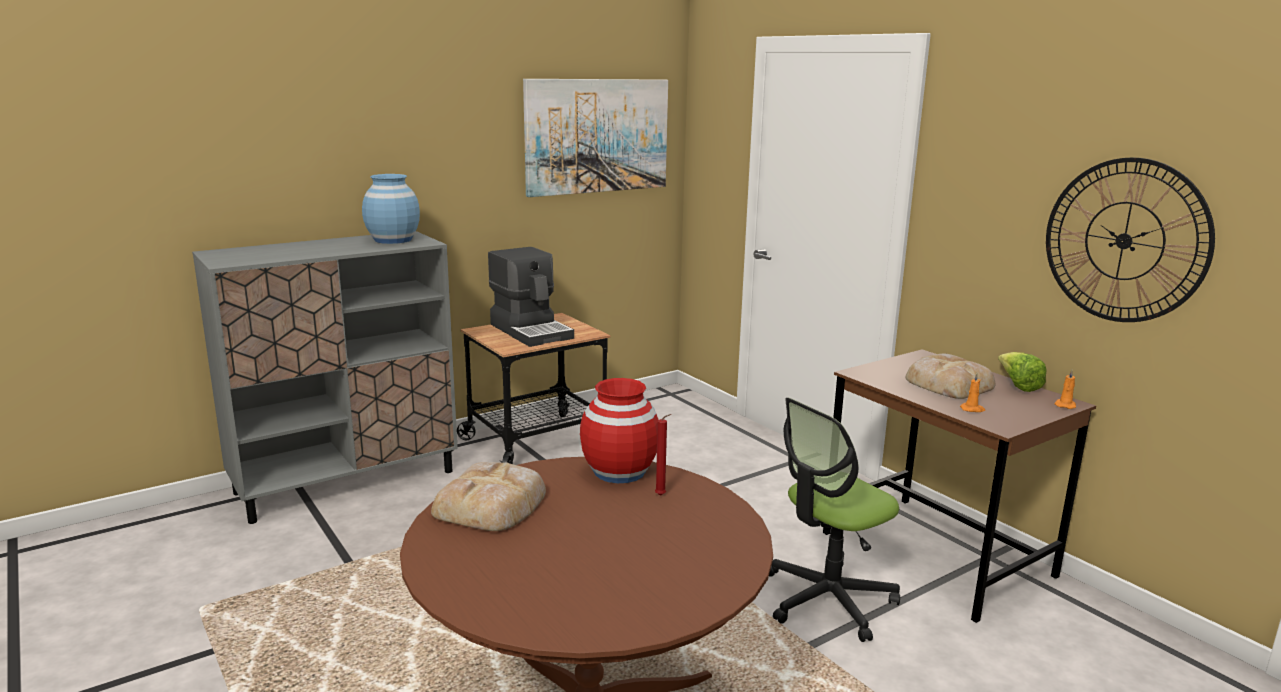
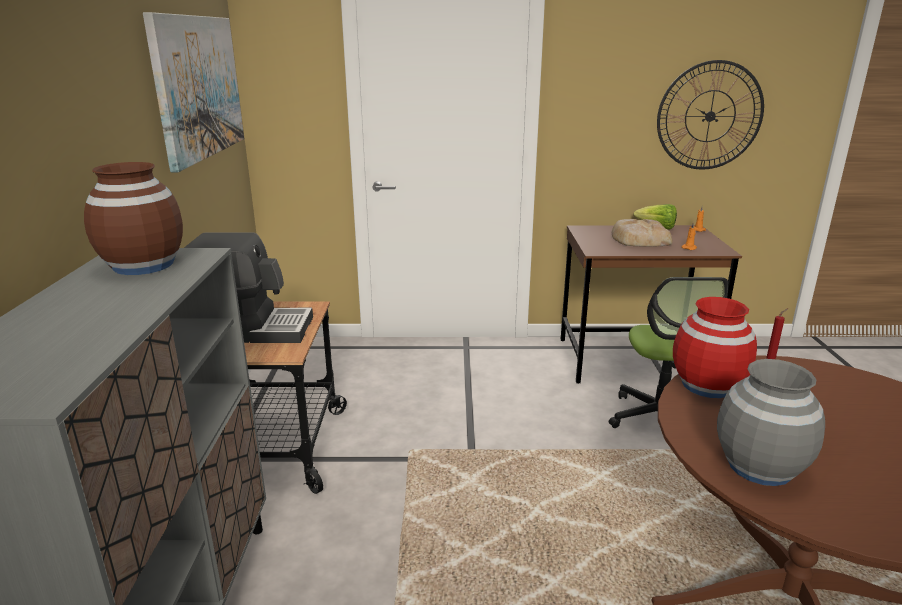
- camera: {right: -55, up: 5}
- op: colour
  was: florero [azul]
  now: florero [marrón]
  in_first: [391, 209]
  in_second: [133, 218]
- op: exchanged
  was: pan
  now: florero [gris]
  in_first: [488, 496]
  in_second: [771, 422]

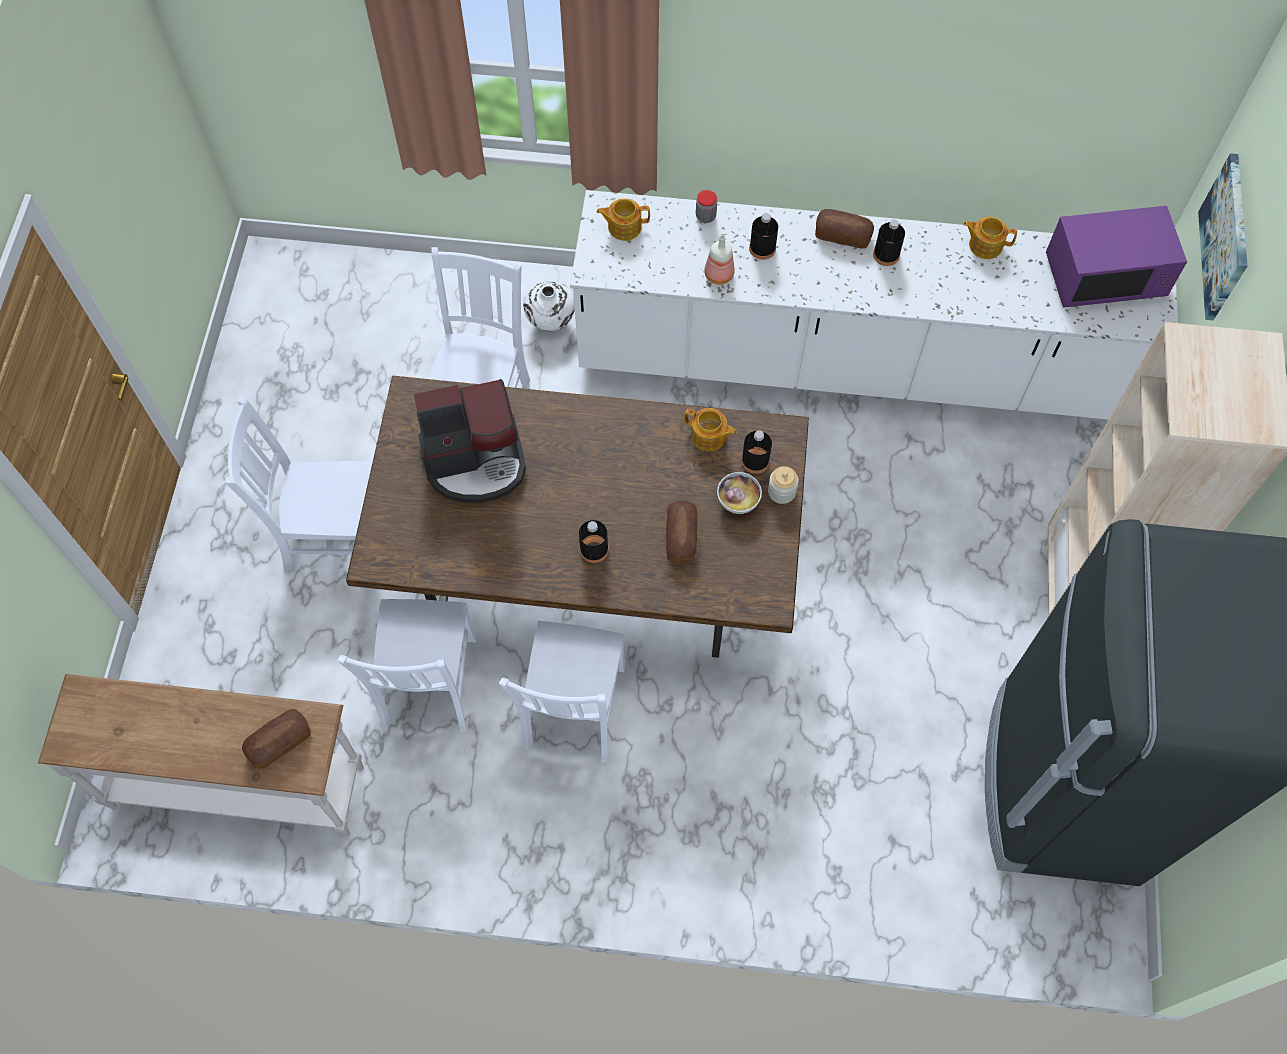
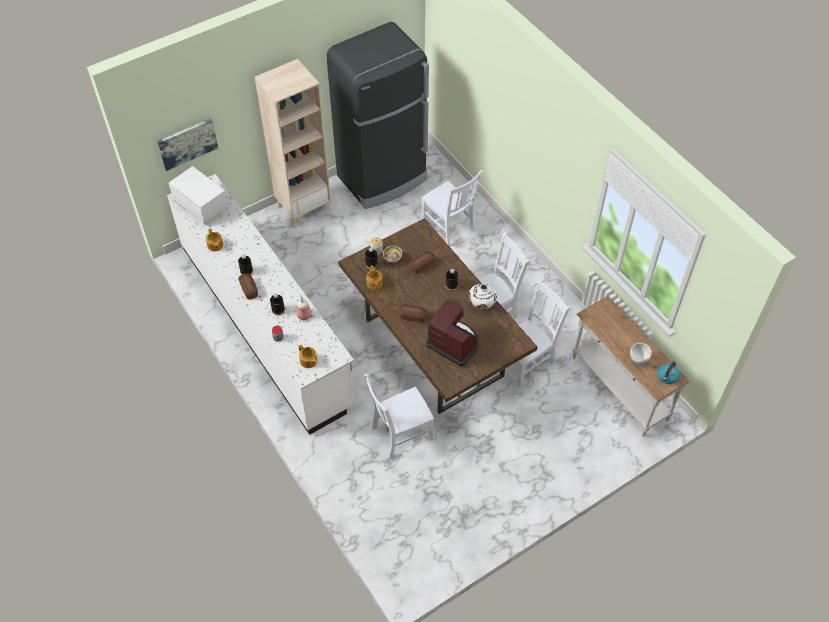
- camera: {right: -130, up: -10}
- op: colour
  was: microondas [morado]
  now: microondas [blanco]
  in_first: [1116, 257]
  in_second: [199, 195]
- op: relocated
  was: pan
  in_first: [276, 739]
  in_second: [412, 313]
- op: relocated
  was: silla [blanco]
  in_first: [299, 483]
  in_second: [452, 208]
- op: relocated
  was: florero [blanco]
  in_first: [549, 306]
  in_second: [483, 296]
- op: appeared
  now: cuenco [blanco]
  in_second: [641, 353]
- op: appeared
  now: hervidor
  in_second: [668, 373]

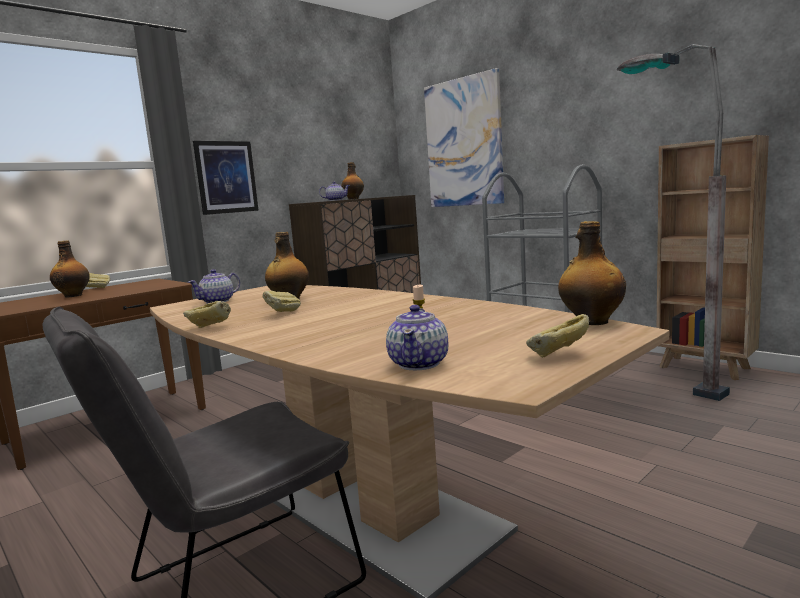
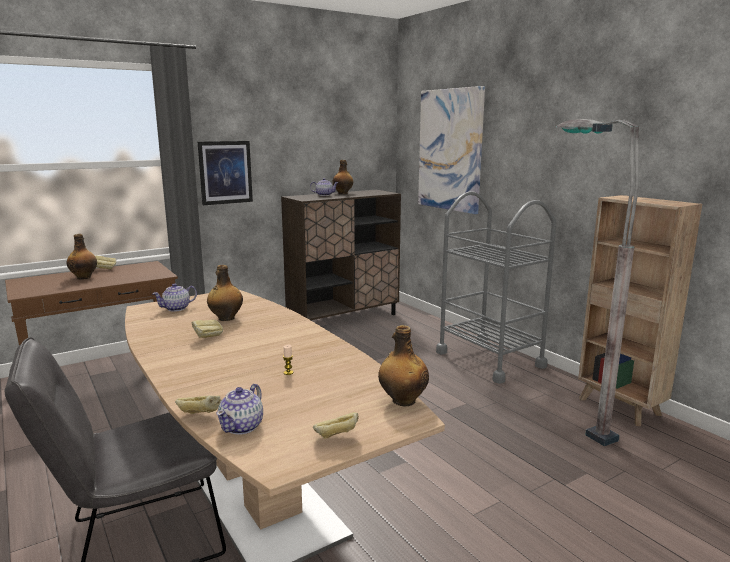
- camera: {right: 10, up: 5}
- op: relocated
  was: pan
  in_first: [207, 314]
  in_second: [198, 405]

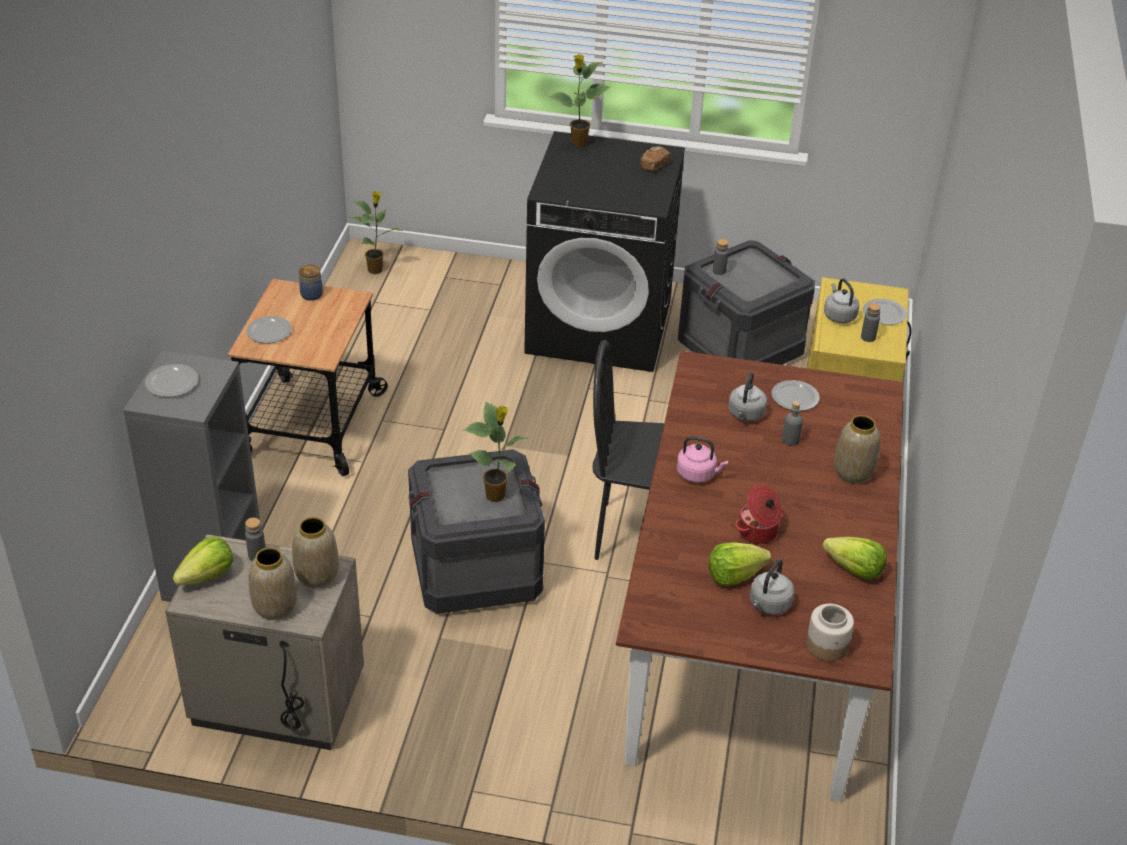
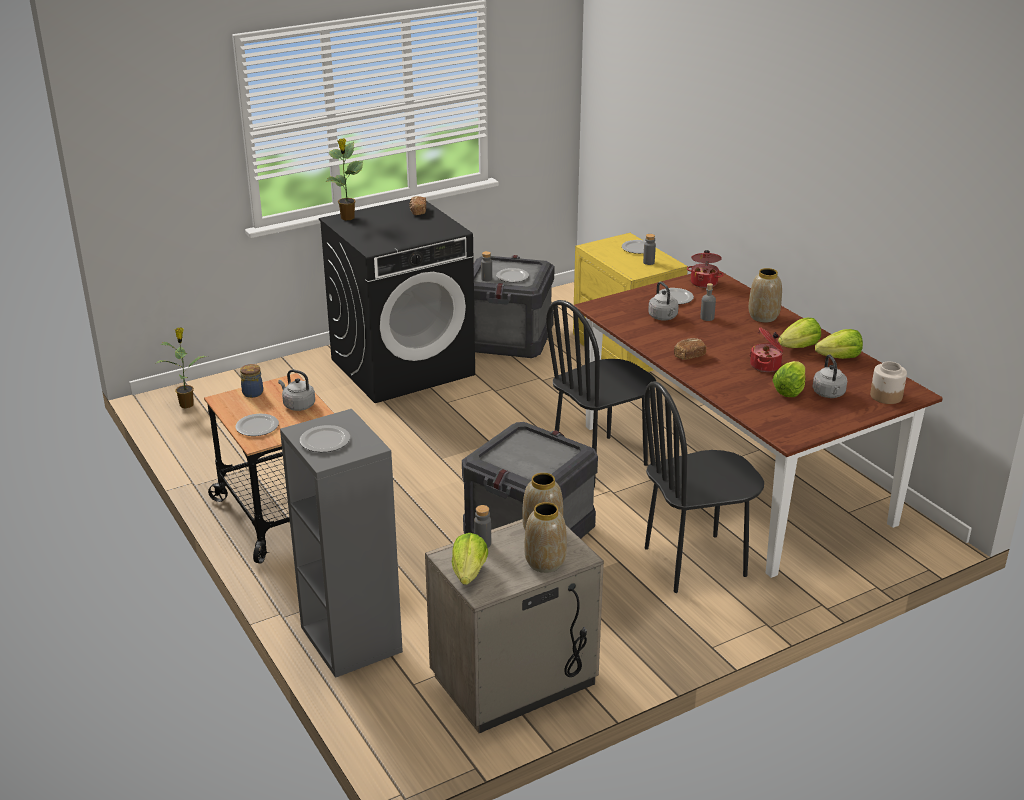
- camera: {right: -40, up: -10}
- op: relocated
  was: hervidor [gris]
  in_first: [841, 301]
  in_second: [296, 390]
- op: appeared
  now: plato
  in_second: [512, 275]
- op: appeared
  now: silla [negro]
  in_second: [704, 487]
- op: exchanged
  was: hervidor [rosa]
  now: pan
  in_first: [702, 459]
  in_second: [690, 349]
- op: appeared
  now: olla
  in_second: [705, 269]
- op: appeared
  now: lechuga
  in_second: [799, 333]
- op: missing
  was: planta en maceta
  in_first: [496, 451]

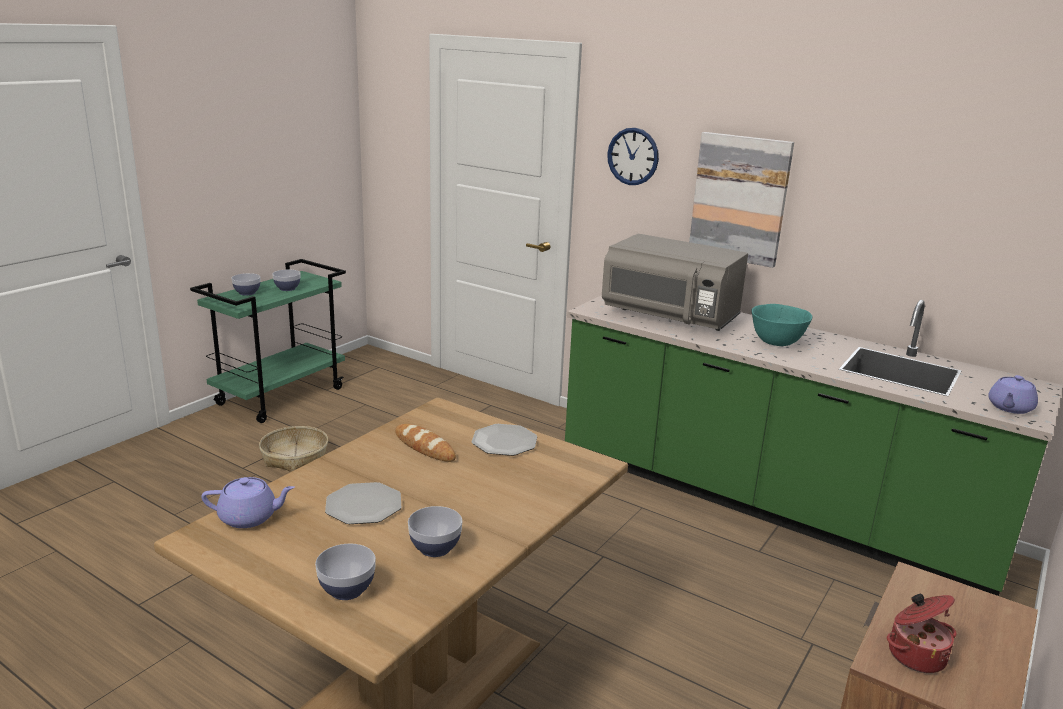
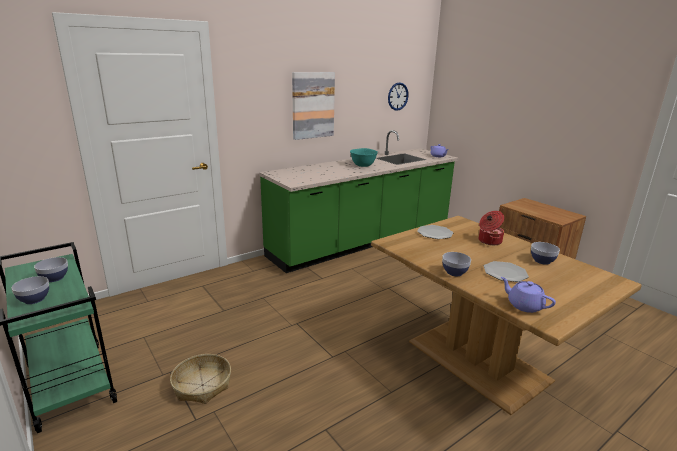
- camera: {right: -70, up: 0}
- op: relocated
  was: reloj de pared
  in_first: [633, 156]
  in_second: [398, 96]
- op: relocated
  was: cuenco
  in_first: [345, 572]
  in_second: [456, 264]
- op: relocated
  was: olla
  in_first: [922, 633]
  in_second: [491, 228]
- op: spun
  was: tetera [morado]
  in_first: [248, 502]
  in_second: [528, 295]
  clockwise: -60
- op: missing
  was: pan
  in_first: [425, 443]
- op: missing
  was: microondas [gris]
  in_first: [675, 282]

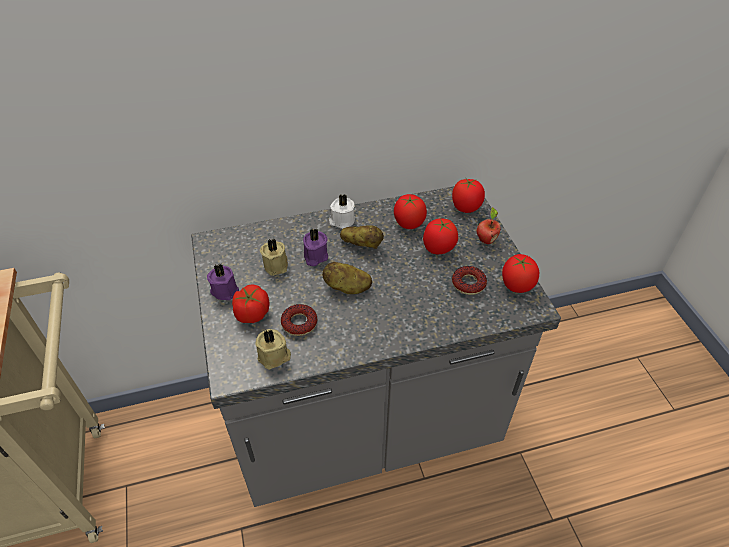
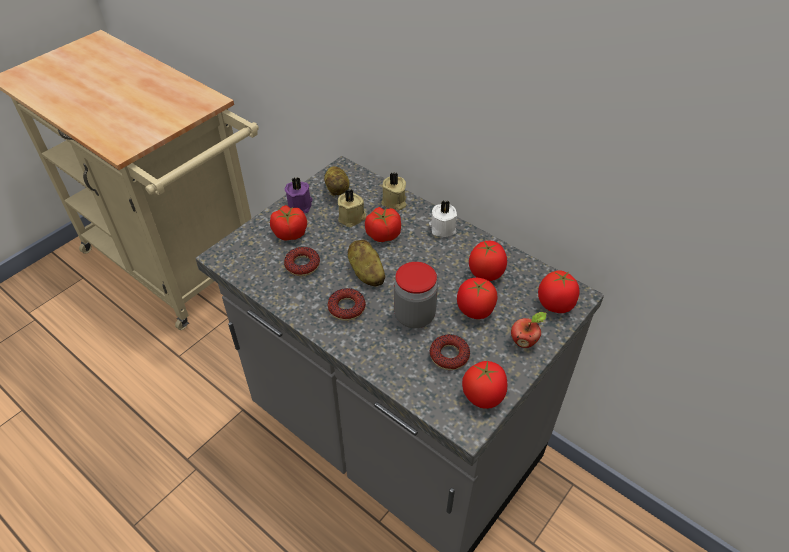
- camera: {right: 55, up: 0}
- op: relocated
  was: patata
  in_first: [362, 237]
  in_second: [336, 181]
- op: appeared
  now: rosquilla
  in_second: [347, 304]
- op: exchanged
  was: vela [morado]
  now: tomate
  in_first: [315, 247]
  in_second: [383, 224]
- op: relocated
  was: vela [beis]
  in_first: [273, 349]
  in_second: [393, 191]
- op: appeared
  now: tarro
  in_second: [416, 295]

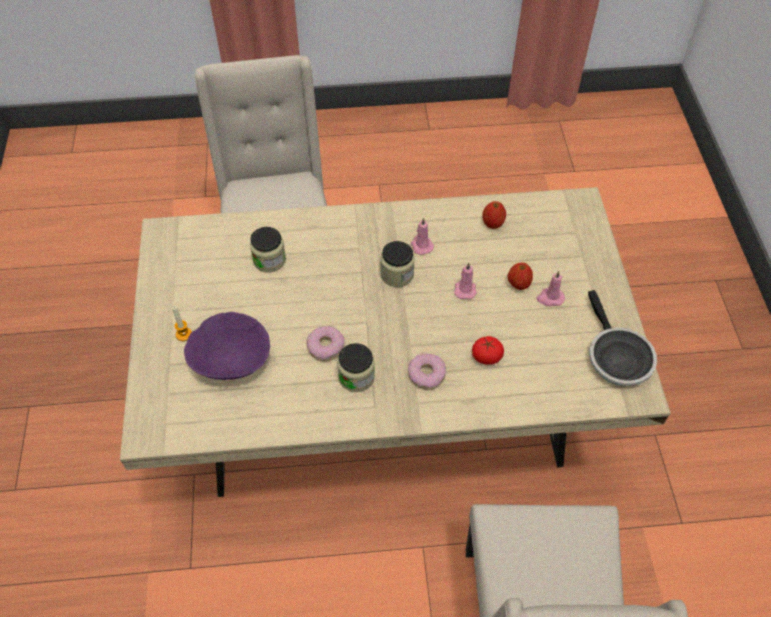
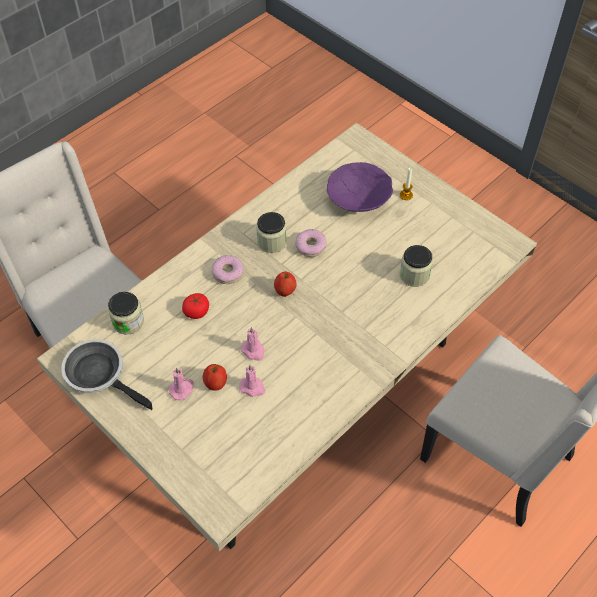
- camera: {right: 140, up: 0}
- op: relocated
  was: tarro
  in_first: [398, 264]
  in_second: [126, 313]
- op: relocated
  was: vela [rosa]
  in_first: [422, 236]
  in_second: [252, 381]
- op: relocated
  was: manzana
  in_first: [494, 215]
  in_second: [285, 284]

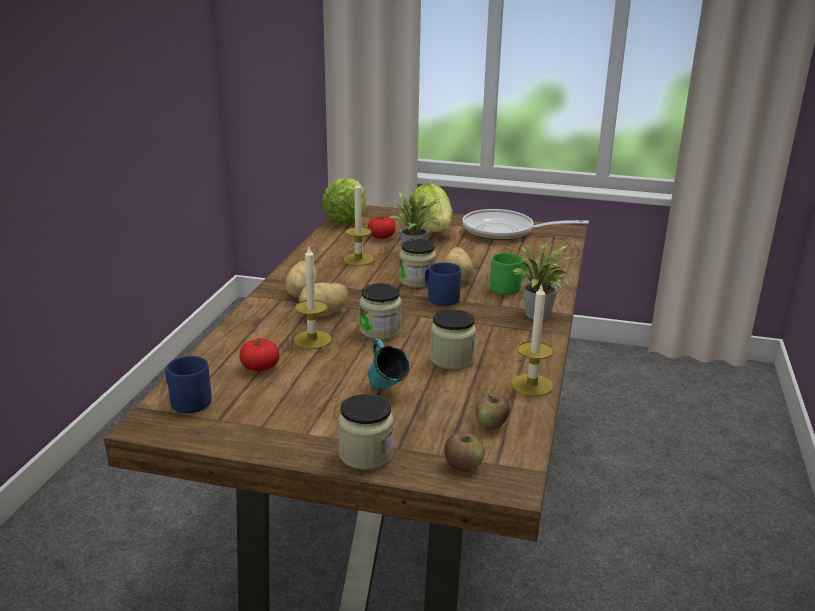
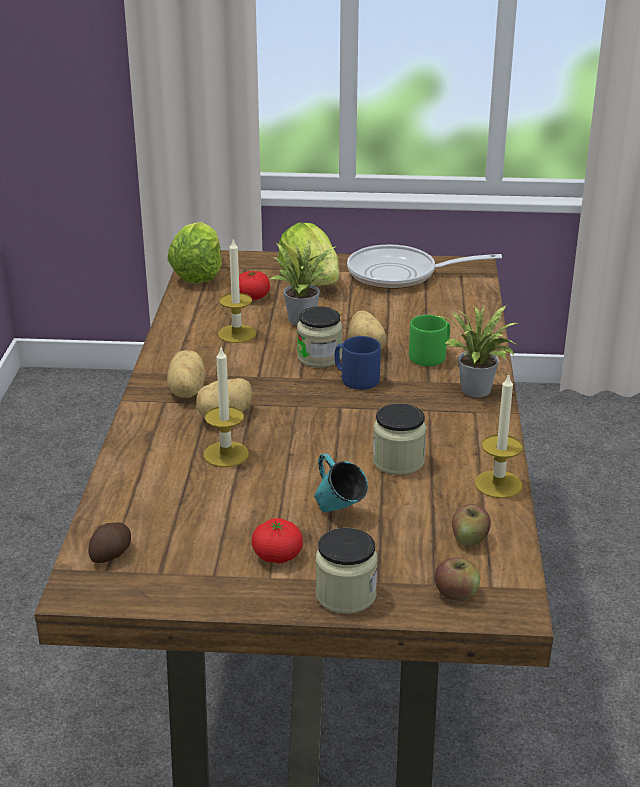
- camera: {right: -10, up: 5}
- op: exchanged
  was: taza grande [azul]
  now: patata
  in_first: [188, 384]
  in_second: [109, 542]
- op: relocated
  was: tomate
  in_first: [259, 355]
  in_second: [277, 541]
- op: missing
  was: tarro
  in_first: [381, 311]

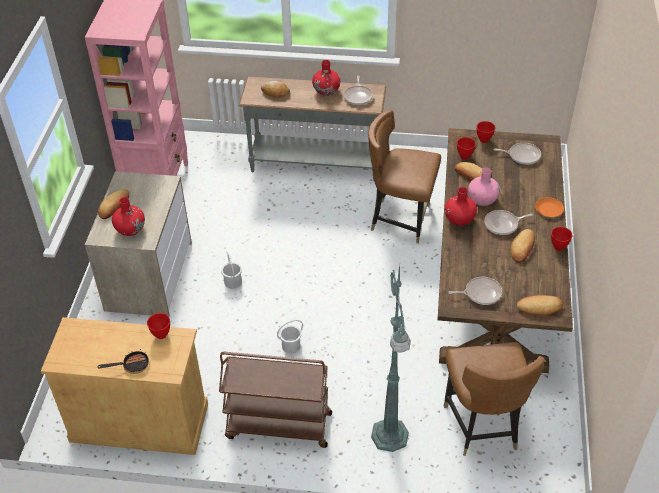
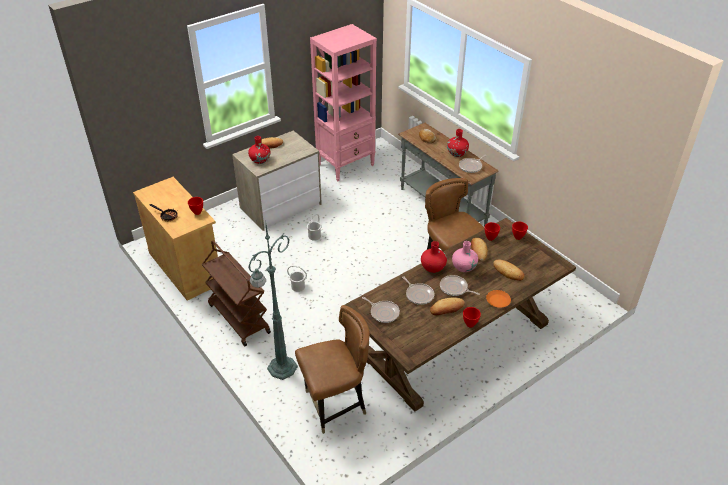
- camera: {right: 45, up: -5}
- op: spun
  was: silla [marrón]
  in_first: [494, 399]
  in_second: [332, 369]
  clockwise: -150
- op: relocated
  was: sartén
  in_first: [517, 154]
  in_second: [418, 290]
- op: relocated
  was: pan
  in_first: [540, 305]
  in_second: [508, 270]

